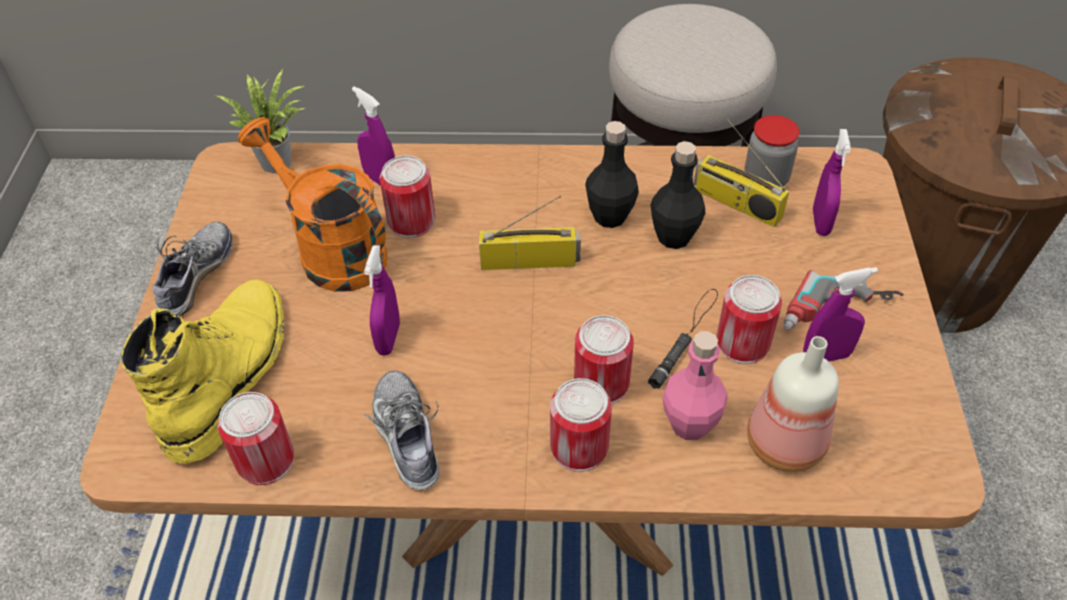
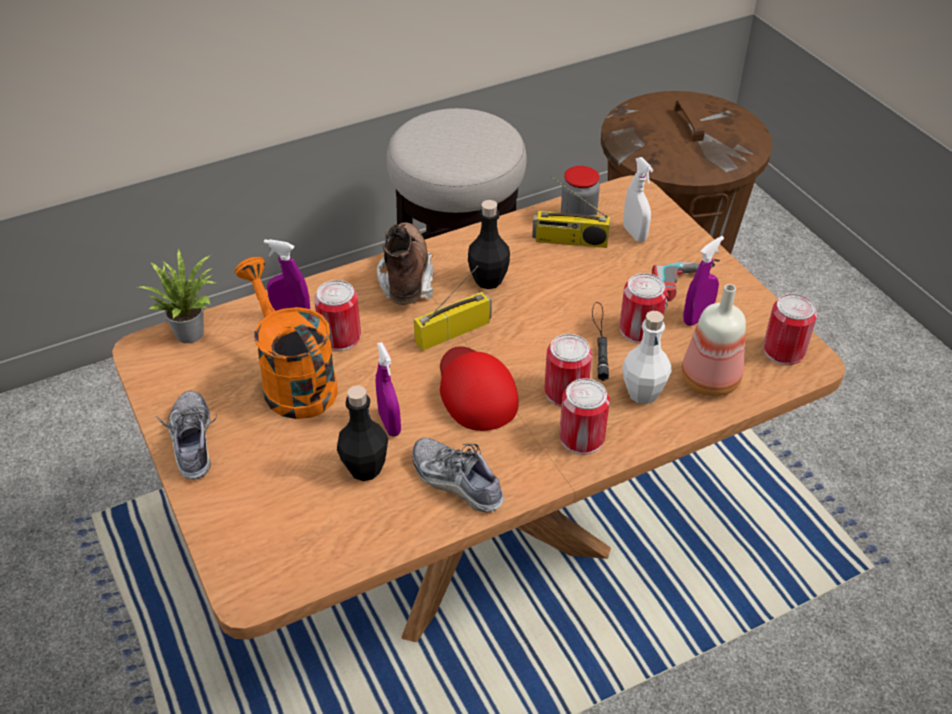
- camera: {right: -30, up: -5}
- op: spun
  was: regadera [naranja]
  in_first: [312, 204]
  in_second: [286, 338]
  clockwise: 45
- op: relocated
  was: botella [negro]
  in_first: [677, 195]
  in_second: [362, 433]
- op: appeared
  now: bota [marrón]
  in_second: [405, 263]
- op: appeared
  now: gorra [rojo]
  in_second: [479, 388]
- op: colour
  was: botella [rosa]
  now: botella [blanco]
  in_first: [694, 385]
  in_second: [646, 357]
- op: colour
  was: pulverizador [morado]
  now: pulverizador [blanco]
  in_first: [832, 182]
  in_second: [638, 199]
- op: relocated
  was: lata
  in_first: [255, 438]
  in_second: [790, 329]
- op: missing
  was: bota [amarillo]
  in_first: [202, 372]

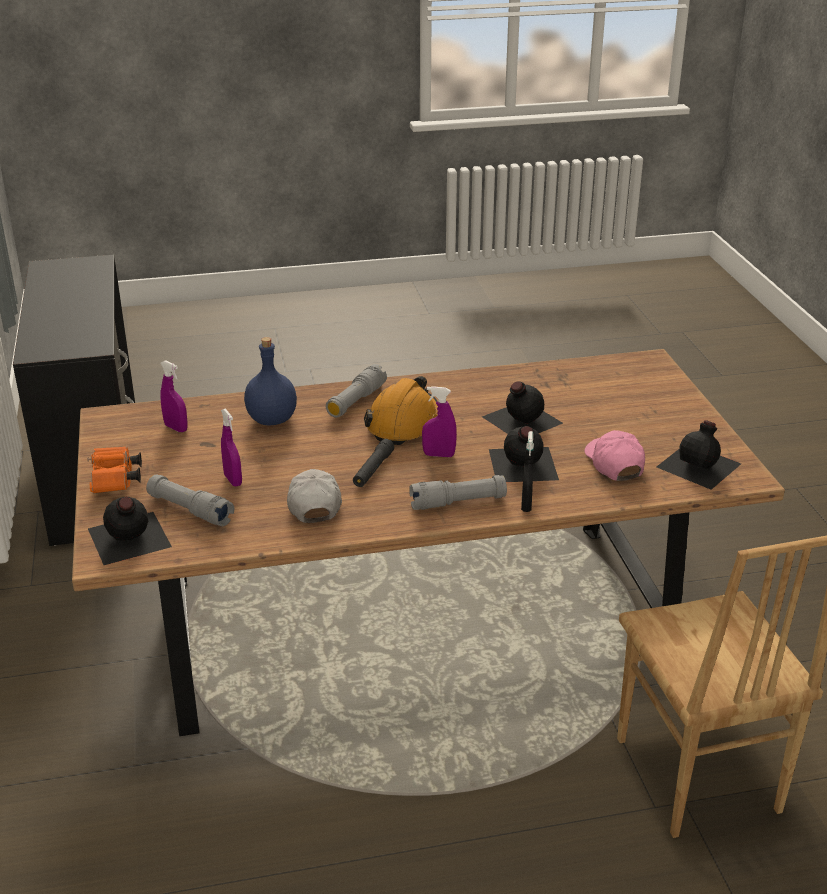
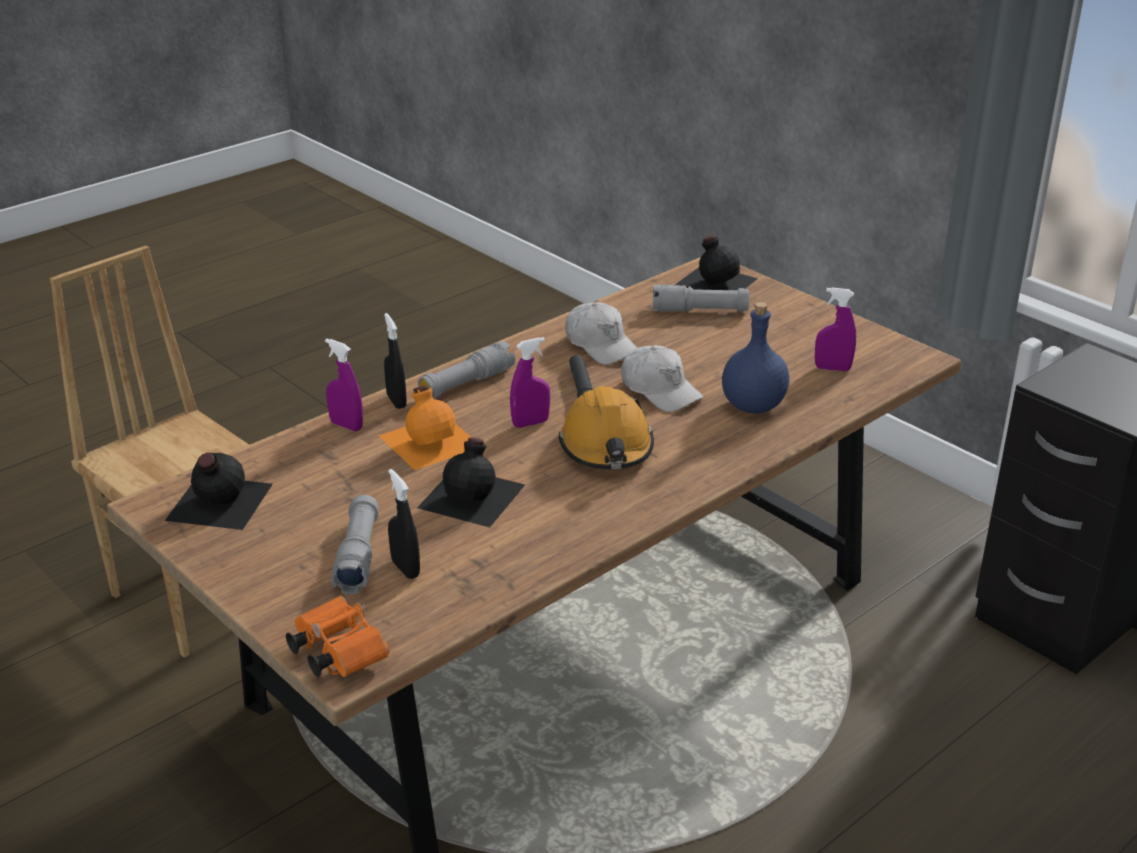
- camera: {right: 150, up: 0}
- op: relocated
  was: prismáticos [naranja]
  in_first: [114, 470]
  in_second: [338, 636]
- op: relocated
  was: pulverizador [morado]
  in_first: [231, 447]
  in_second: [344, 385]
- op: relocated
  was: linterna [gris]
  in_first: [356, 391]
  in_second: [355, 545]
- op: colour
  was: botella [negro]
  now: botella [naranja]
  in_first: [524, 454]
  in_second: [425, 427]
- op: appeared
  now: pulverizador [negro]
  in_second: [404, 524]
- op: appeared
  now: gorra [blanco]
  in_second: [662, 378]
- op: missing
  was: gorra [rosa]
  in_first: [615, 455]

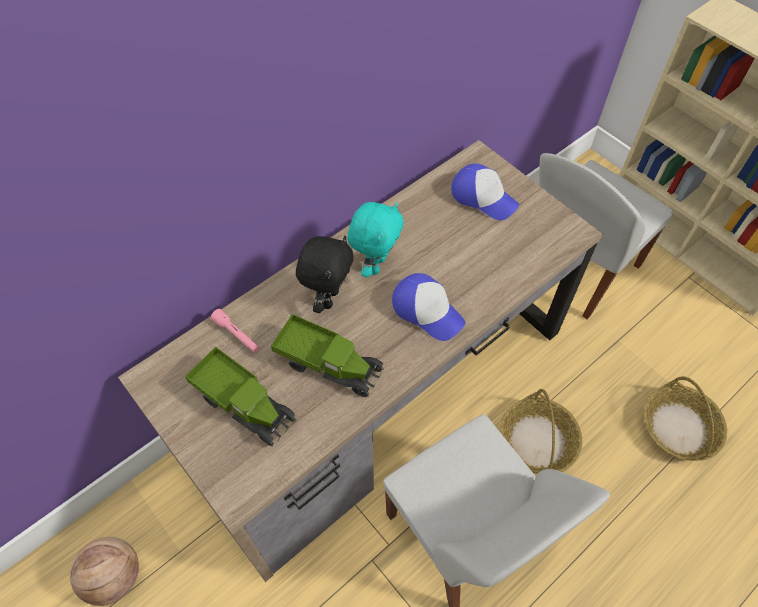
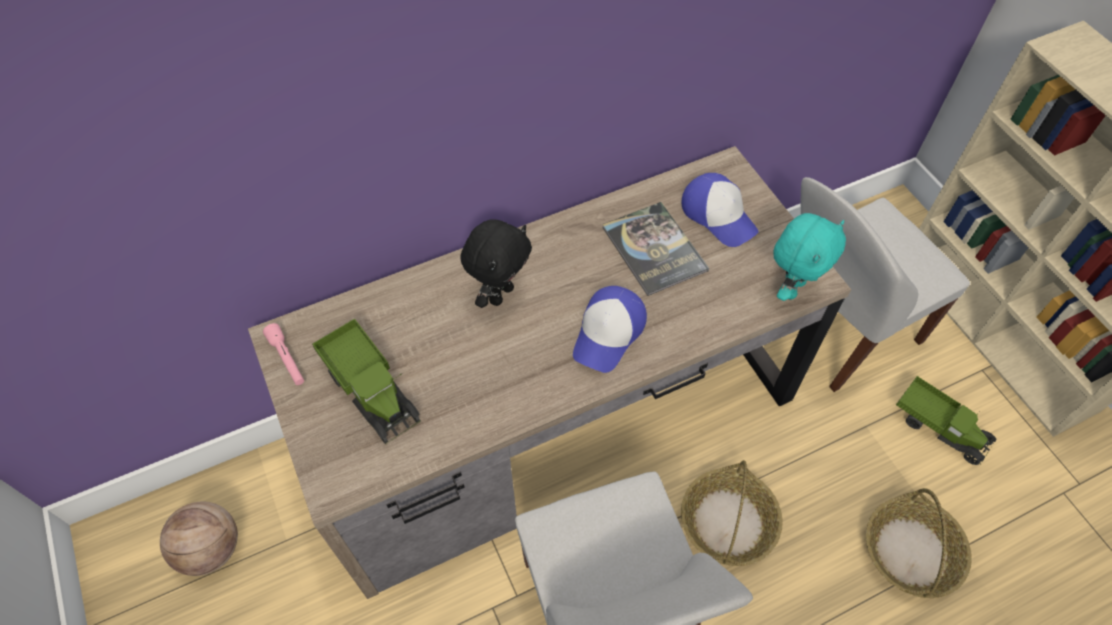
- camera: {right: 15, up: 0}
- op: relocated
  was: linterna [rosa]
  in_first: [235, 331]
  in_second: [283, 354]
- op: spun
  was: gorra
  in_first: [429, 307]
  in_second: [610, 329]
  clockwise: 60
- op: appeared
  now: libro
  in_second: [655, 249]
- op: relocated
  was: peluche [turquesa]
  in_first: [375, 239]
  in_second: [809, 257]
- op: relocated
  was: camión de juguete
  in_first: [327, 355]
  in_second: [946, 420]

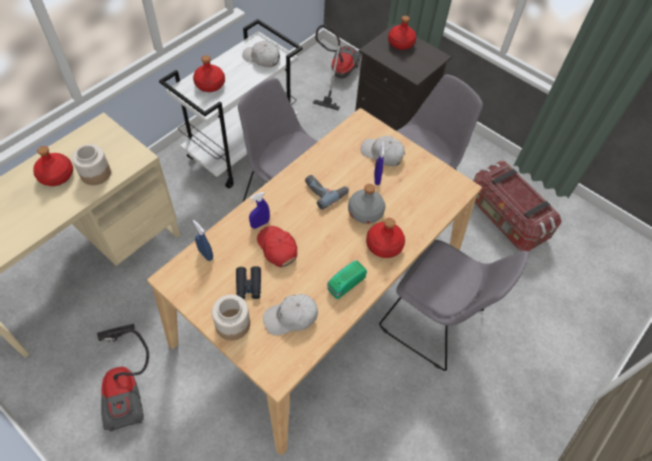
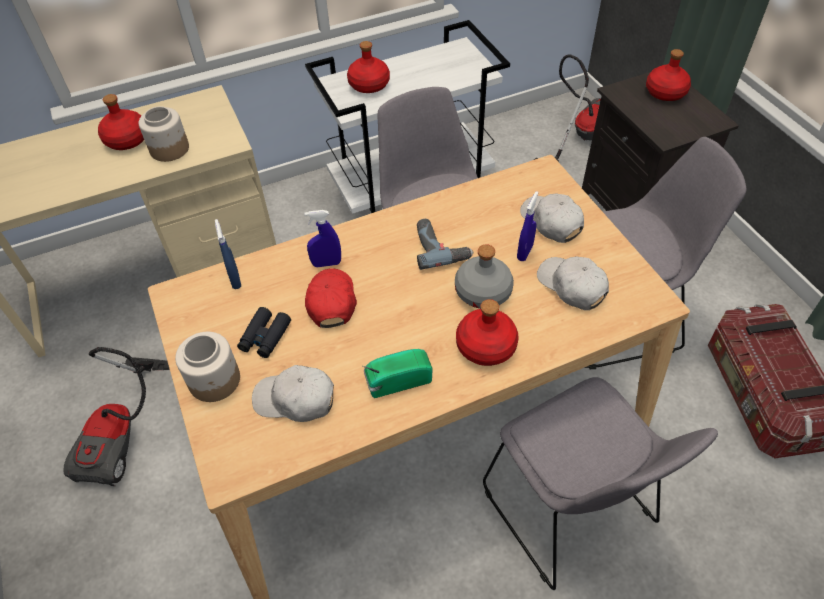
- camera: {right: 30, up: -5}
- op: relocated
  was: gorra [blanco]
  in_first: [261, 54]
  in_second: [573, 283]

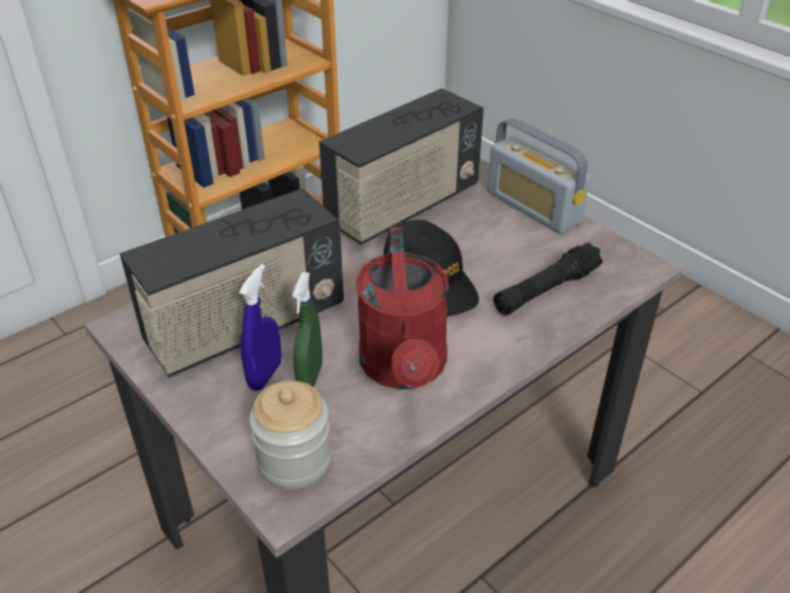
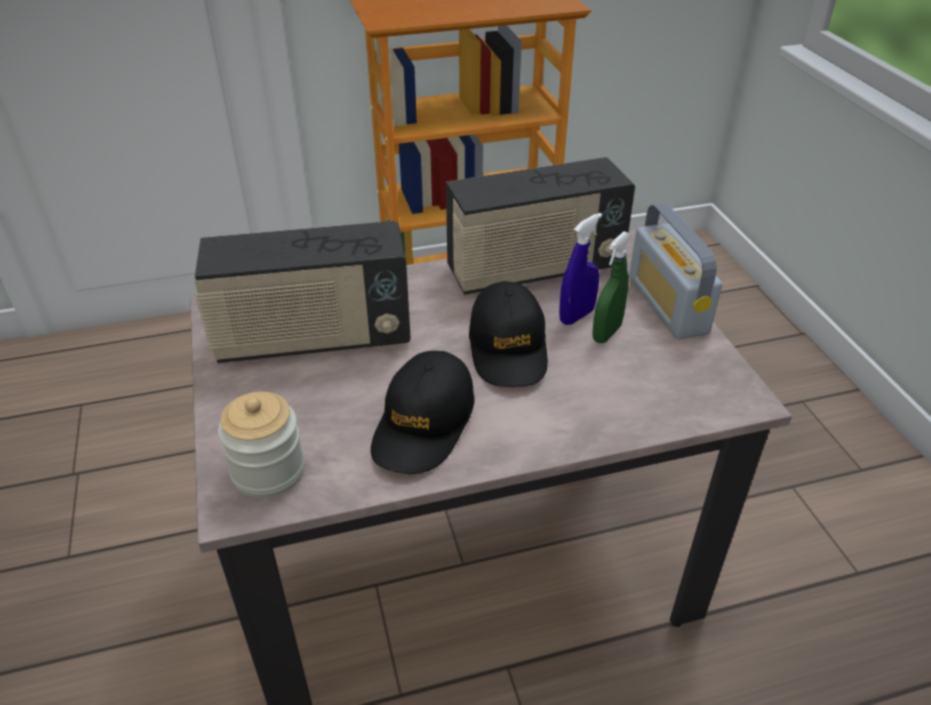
- camera: {right: 25, up: 0}
- op: exchanged
  was: regadera [rojo]
  now: gorra [negro]
  in_first: [402, 308]
  in_second: [422, 412]
- op: relocated
  was: pulverizador [azul]
  in_first: [260, 327]
  in_second: [580, 269]
- op: relocated
  was: pulverizador [verde]
  in_first: [307, 329]
  in_second: [611, 287]
- op: missing
  was: linterna [negro]
  in_first: [548, 278]

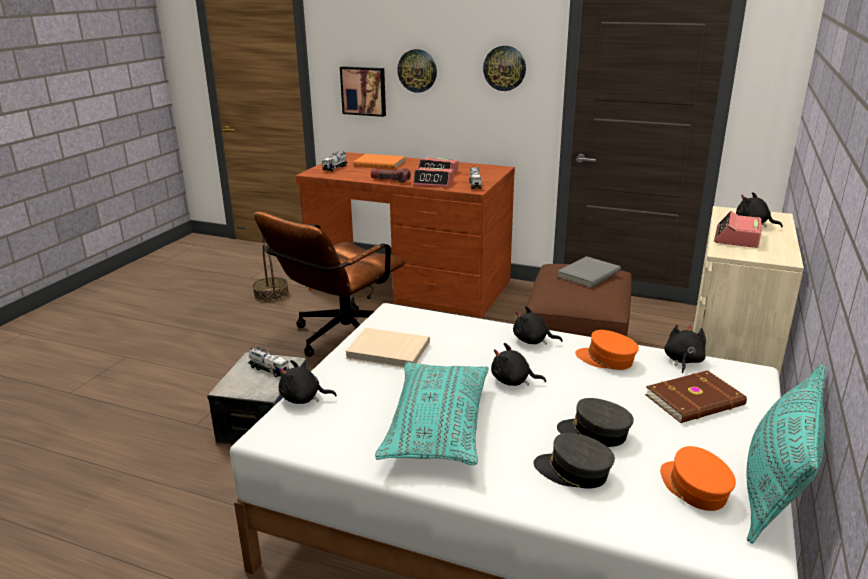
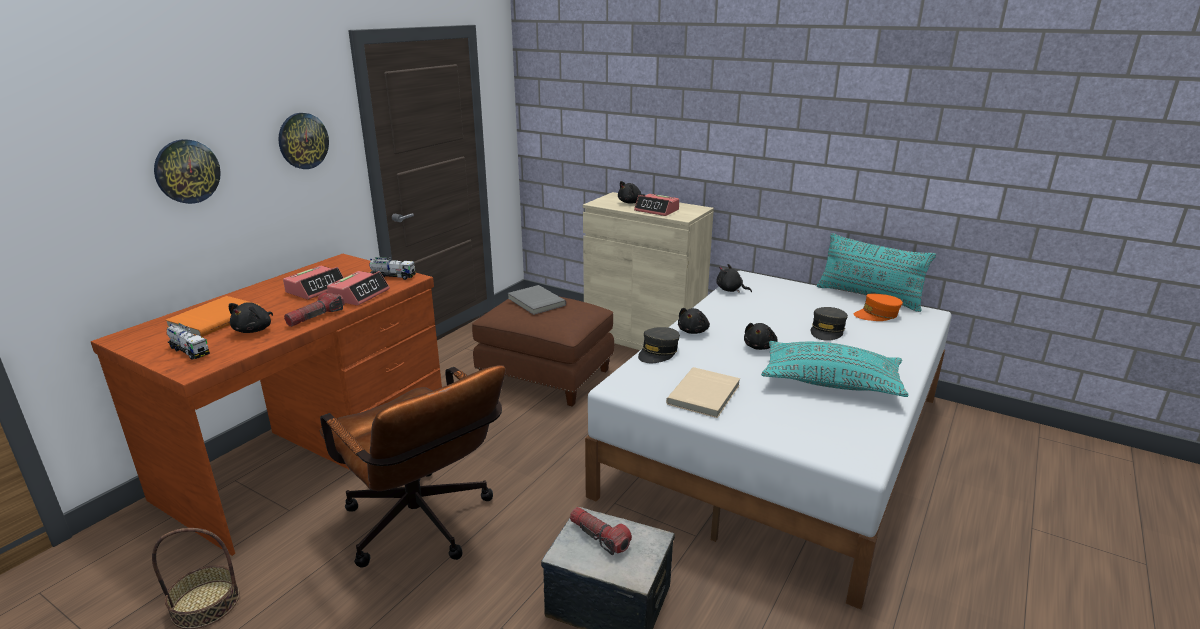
- camera: {right: -80, up: 0}
- op: relocated
  was: peluche [negro]
  in_first: [308, 382]
  in_second: [251, 317]
- op: exchanged
  was: camión de juguete
  now: linterna
  in_first: [268, 361]
  in_second: [601, 531]
- op: relocated
  was: gorra [gris]
  in_first: [574, 461]
  in_second: [659, 345]
- op: missing
  was: cuadro
  in_first: [363, 91]
- op: missing
  was: gorra [naranja]
  in_first: [607, 350]
- op: missing
  was: libro [marrón]
  in_first: [696, 396]

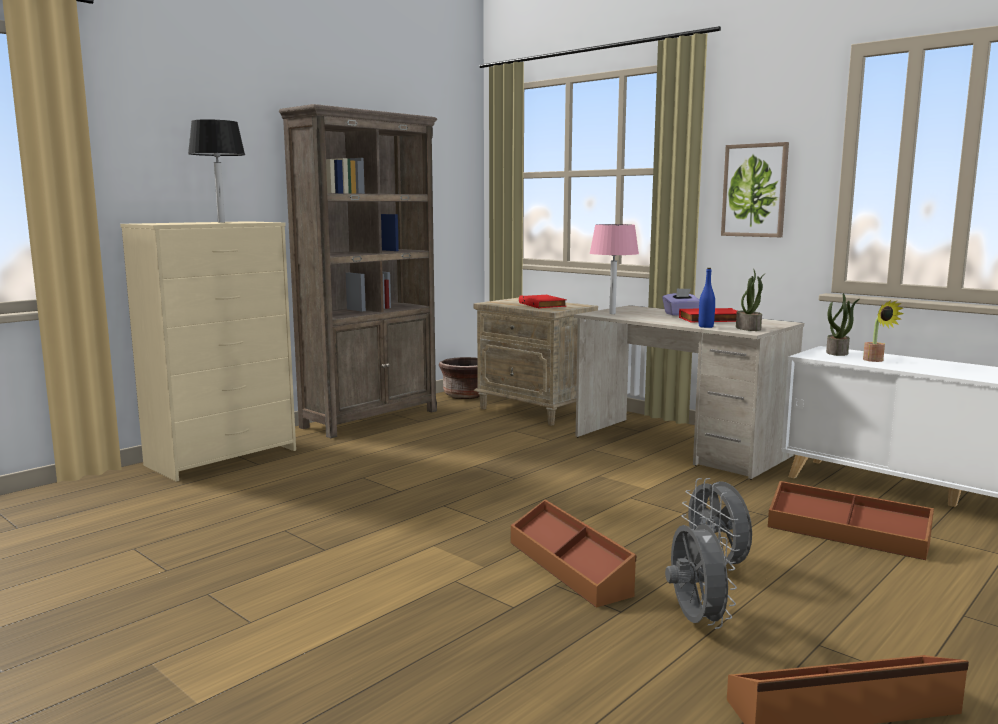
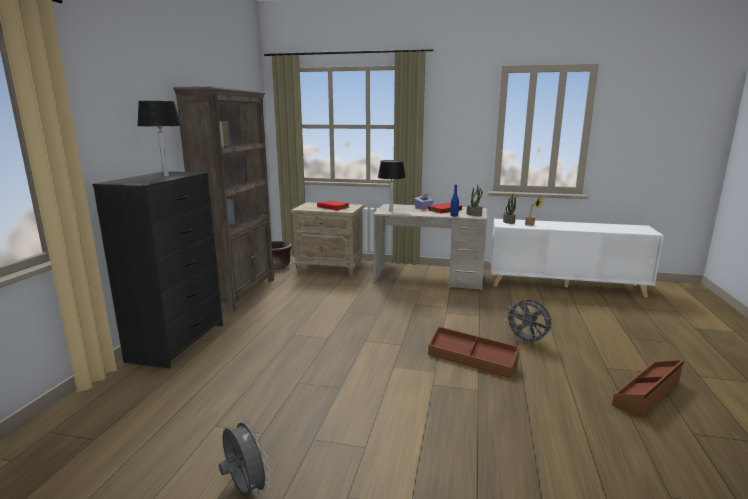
- camera: {right: -30, up: 5}
- op: colour
  was: cómoda [beis]
  now: cómoda [negro]
  in_first: [208, 351]
  in_second: [157, 269]
- op: relocated
  was: ventilador [gris]
  in_first: [701, 573]
  in_second: [245, 457]
- op: colour
  was: lámpara de mesa [rosa]
  now: lámpara de mesa [negro]
  in_first: [614, 269]
  in_second: [392, 186]
- op: missing
  was: cuadro
  in_first: [755, 189]
- op: missing
  was: caja de almacenaje [marrón]
  in_first: [851, 520]

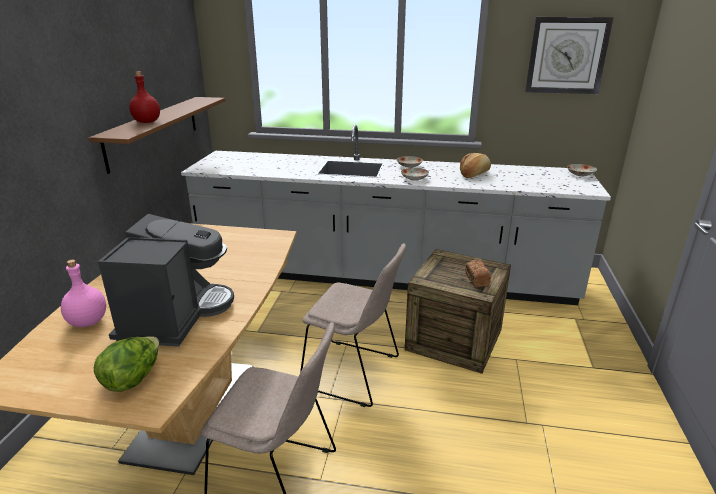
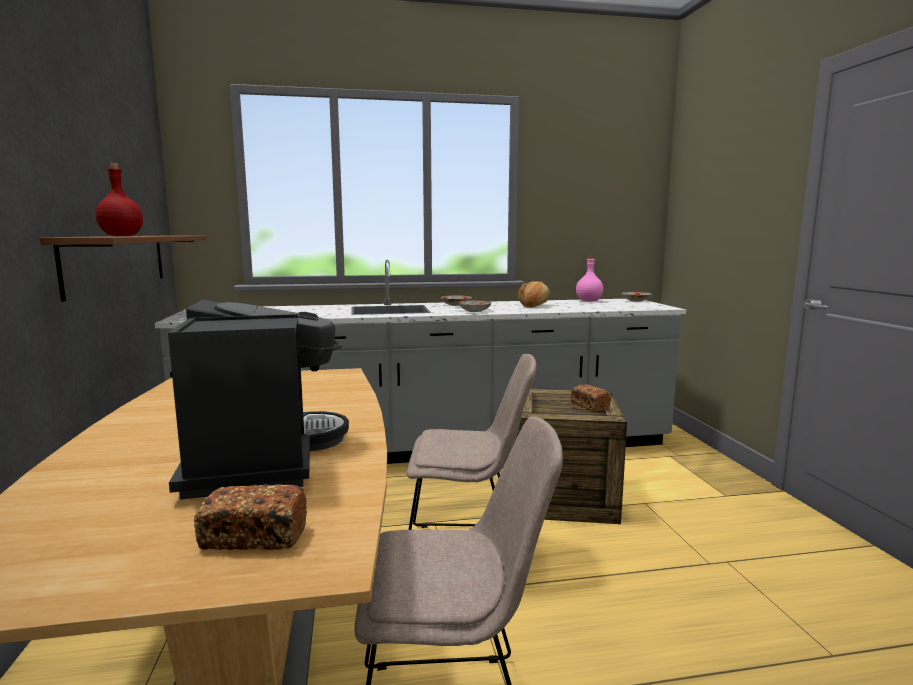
- camera: {right: -20, up: -15}
- op: exchanged
  was: lechuga
  now: pan
  in_first: [126, 364]
  in_second: [250, 517]
- op: relocated
  was: botella [rosa]
  in_first: [83, 293]
  in_second: [589, 278]
- op: missing
  was: reloj de pared
  in_first: [569, 55]

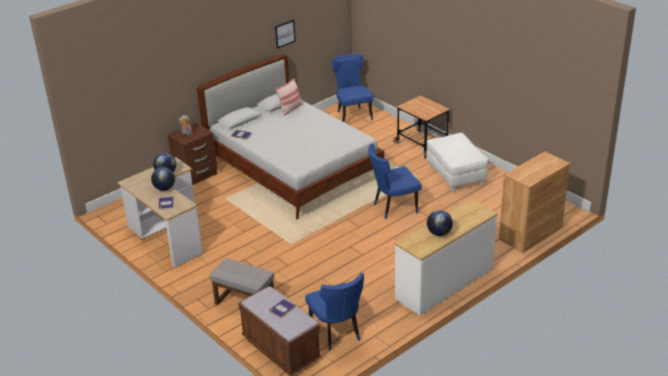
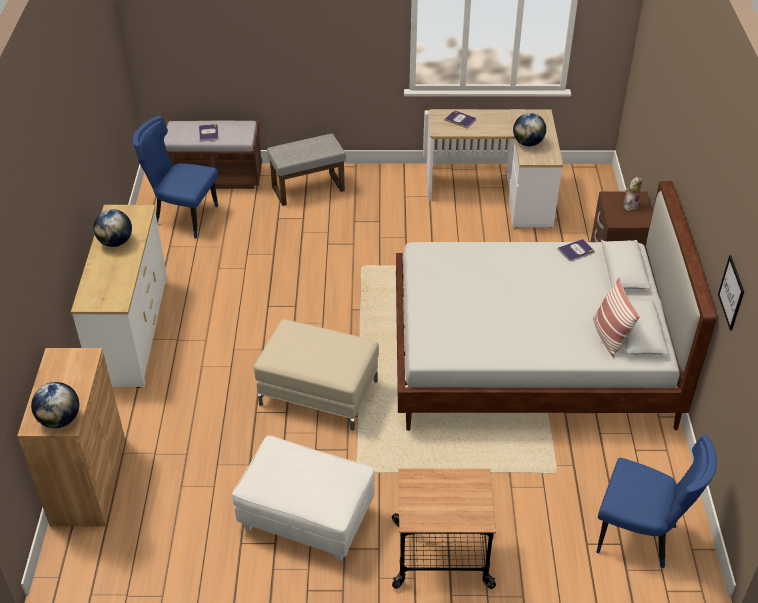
- camera: {right: 130, up: 10}
- op: relocated
  was: globo terráqueo
  in_first: [163, 179]
  in_second: [55, 405]
- op: exchanged
  was: silla [azul]
  now: puf [beis]
  in_first: [395, 181]
  in_second: [316, 375]

